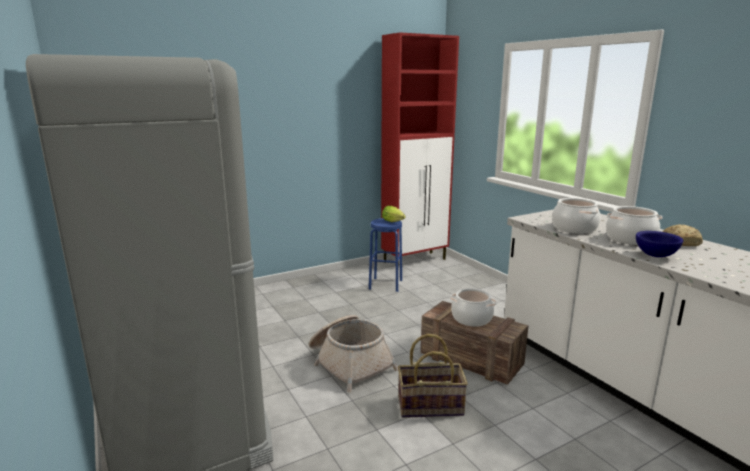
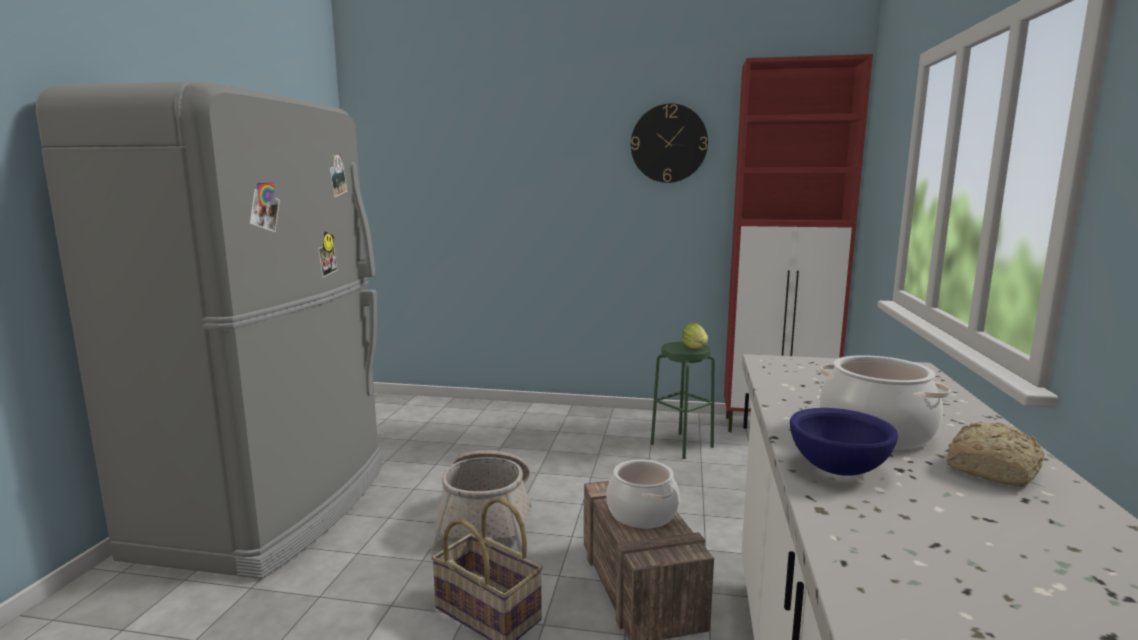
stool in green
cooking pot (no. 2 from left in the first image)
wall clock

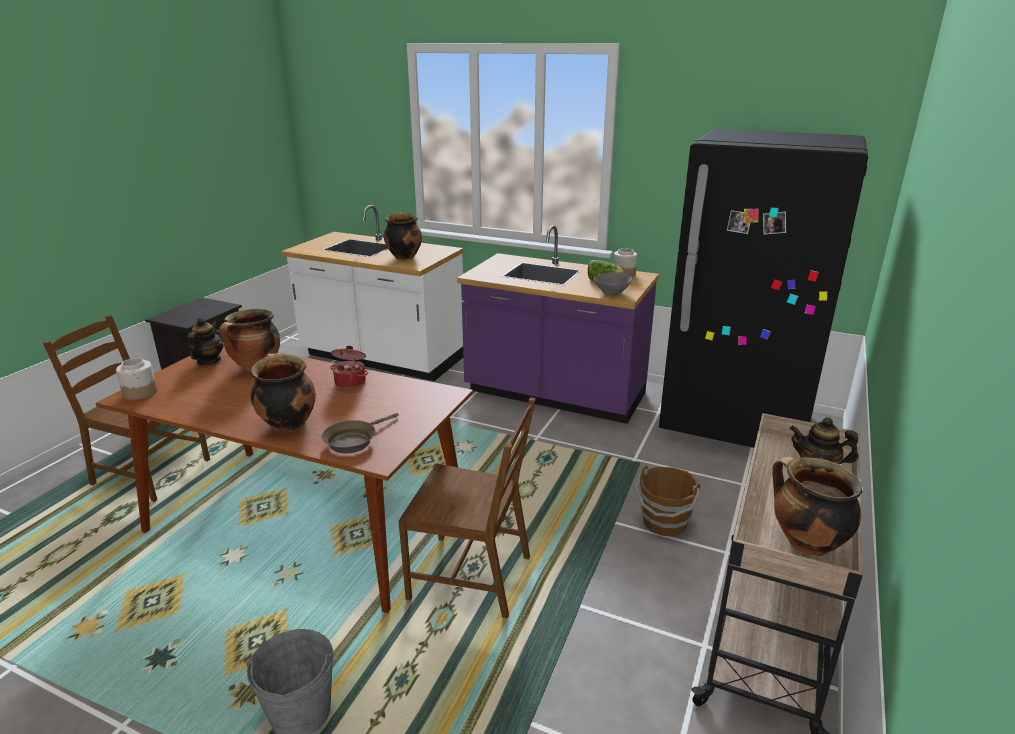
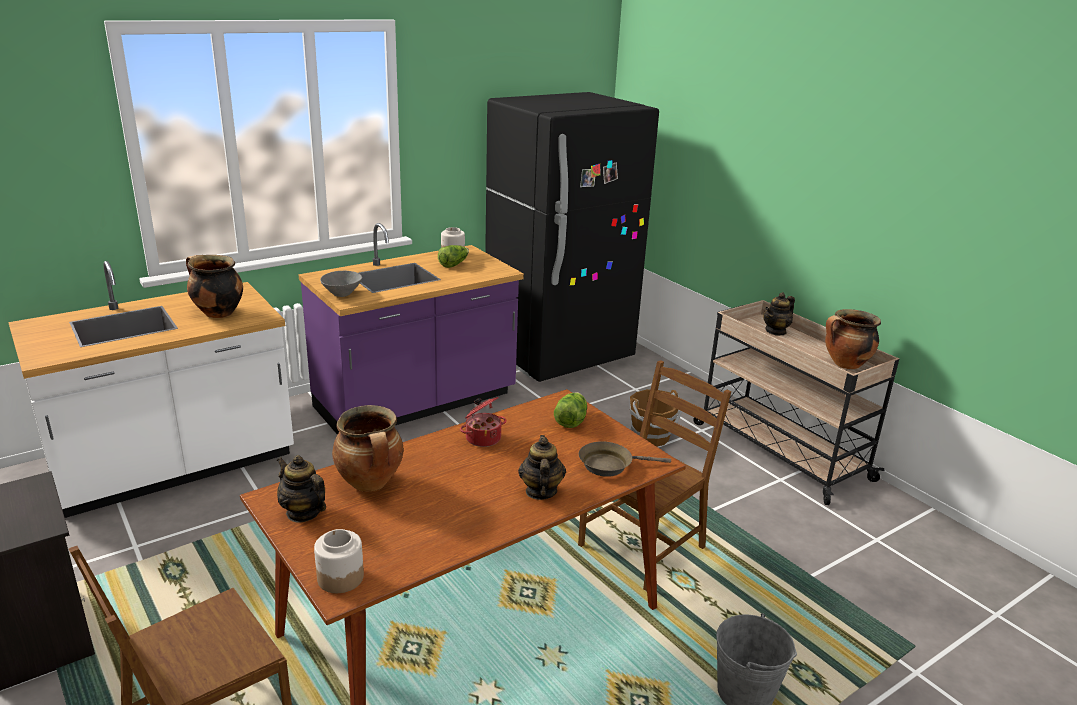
teapot (no. 2 from left)
frying pan in brown
bowl in grey
lettuce (no. 2 from left)

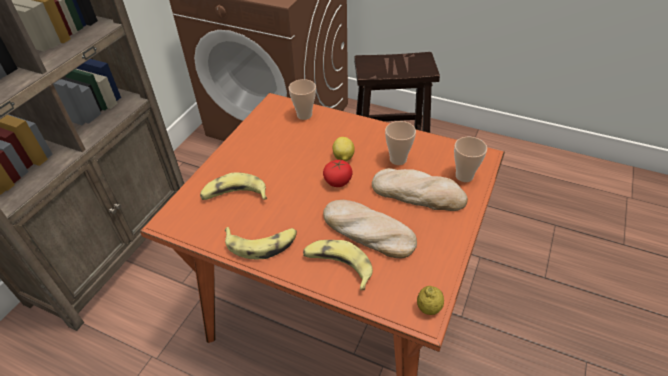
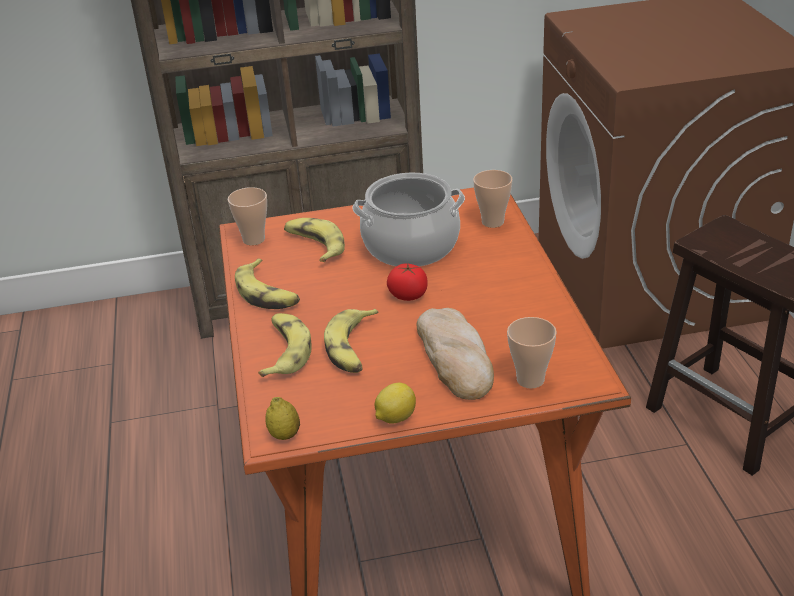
banana (no. 4 from left)
lemon (no. 2 from left)
cup (no. 1 from left)
cooking pot

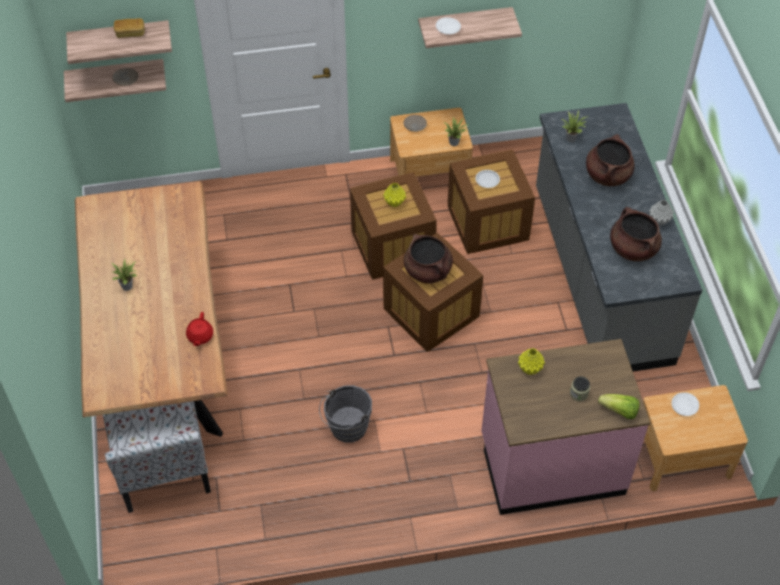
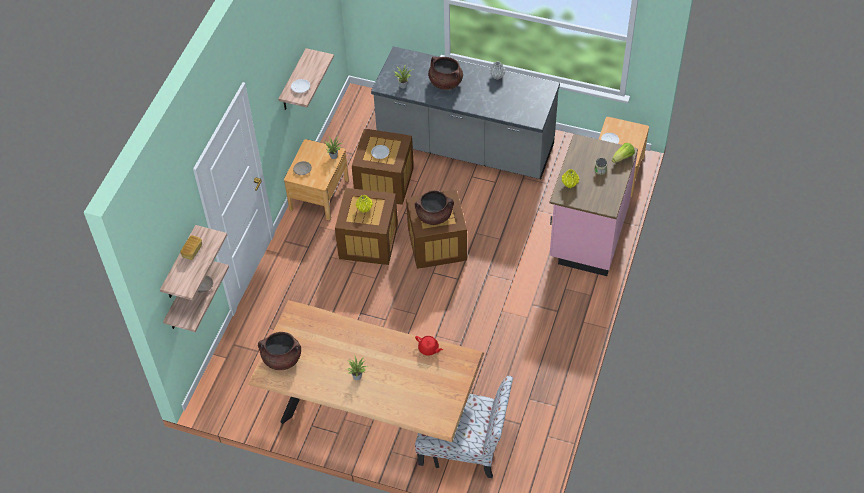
bucket in grey
cooking pot in brown (no. 1 from left)

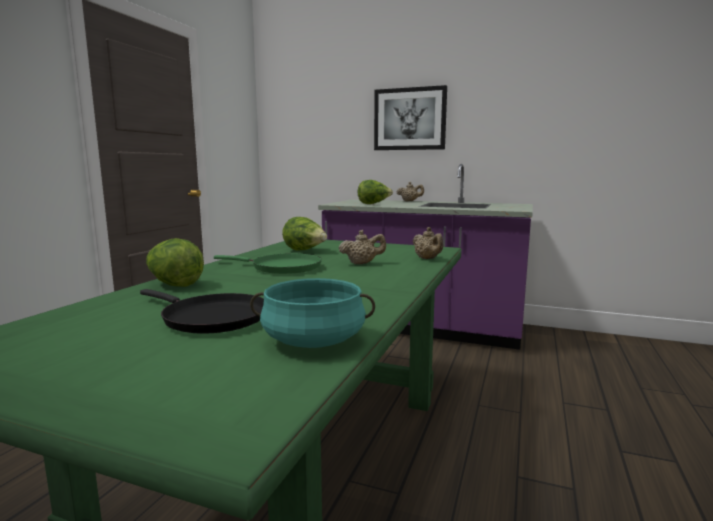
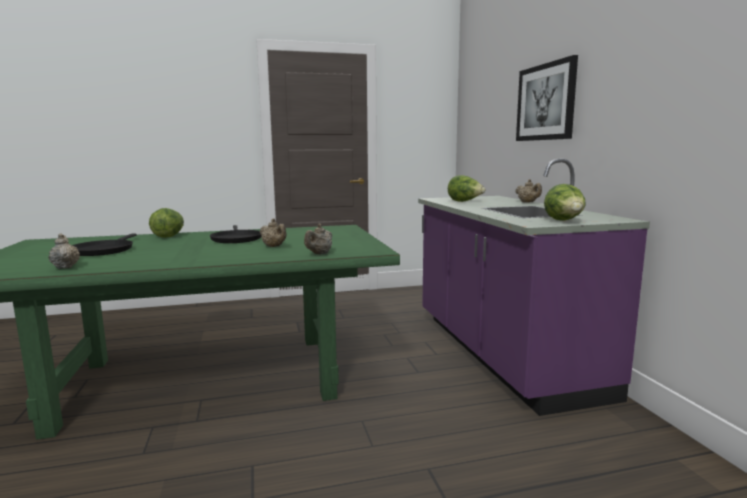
frying pan in black (no. 2 from left)
teapot in beige (no. 1 from left)
lettuce (no. 3 from left)

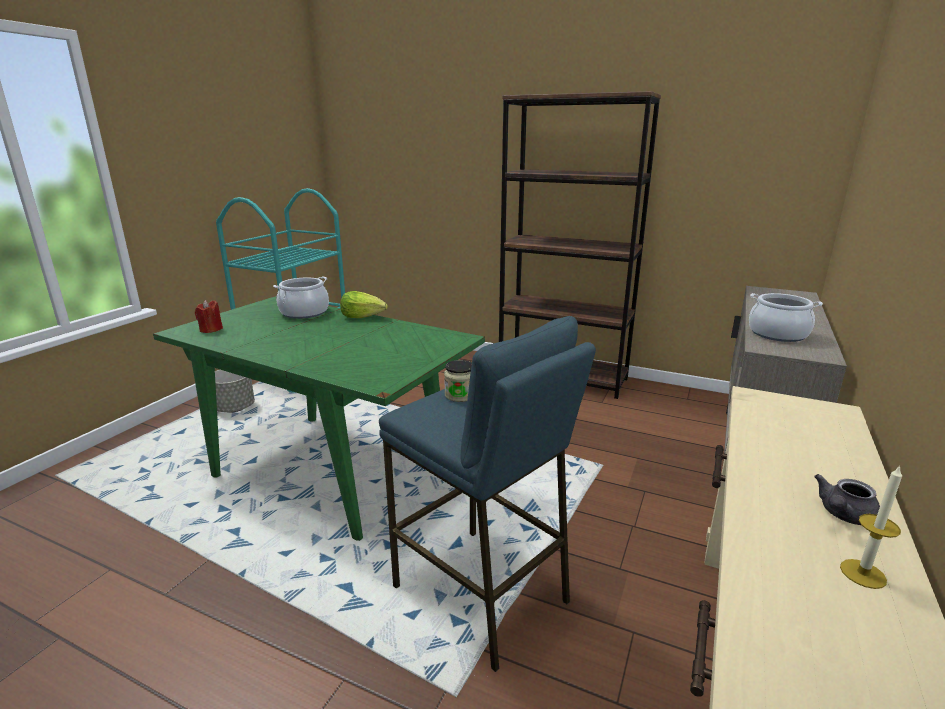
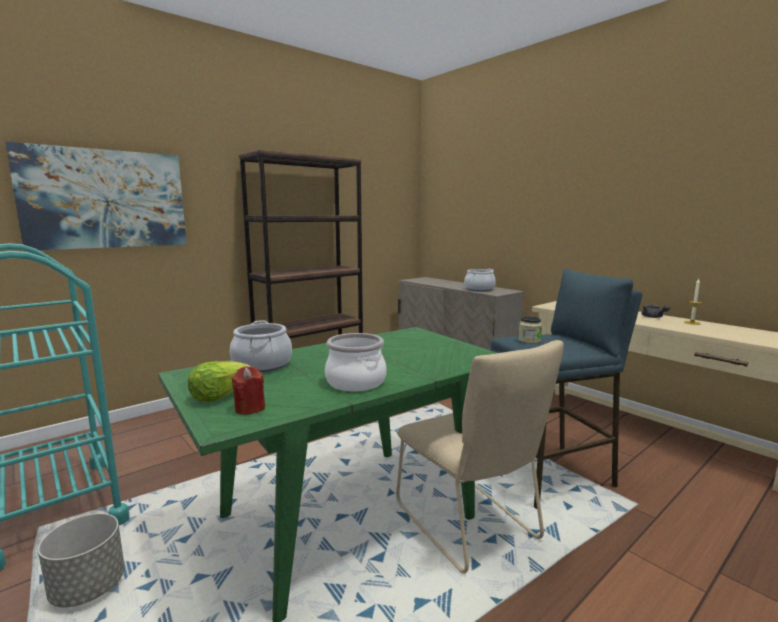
lettuce
picture
cooking pot (no. 2 from left)
chair in beige

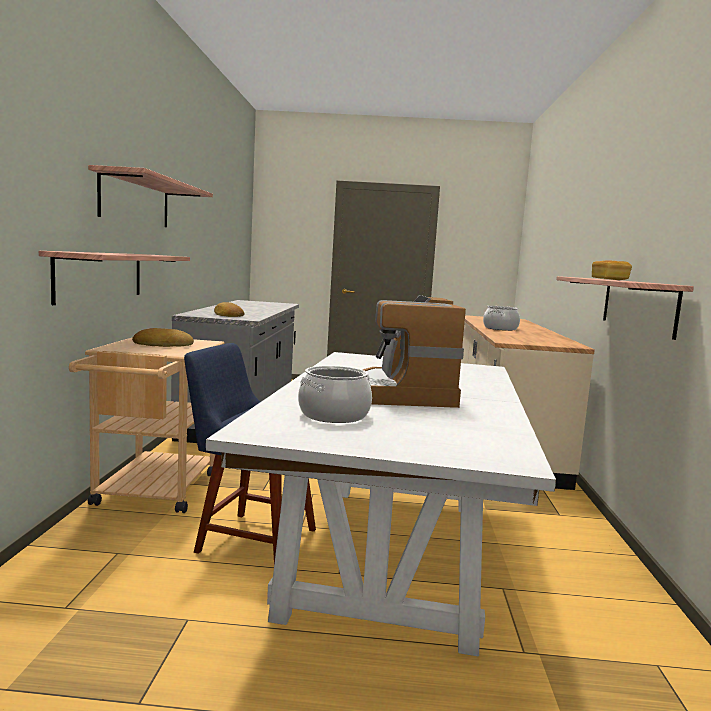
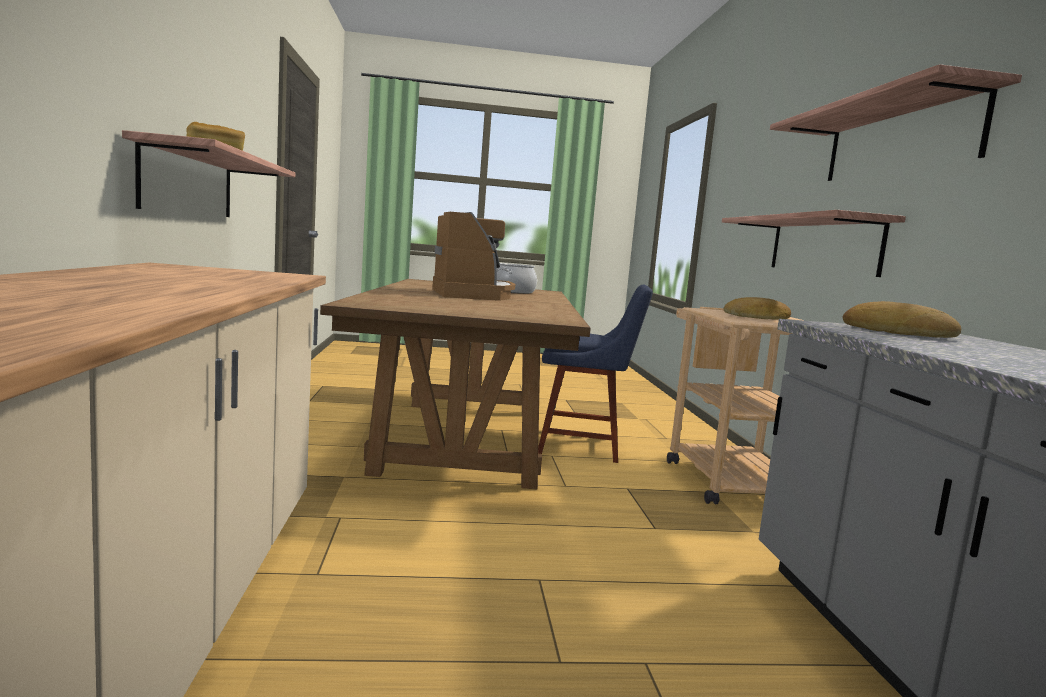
dining table in brown
cooking pot (no. 2 from left in the first image)

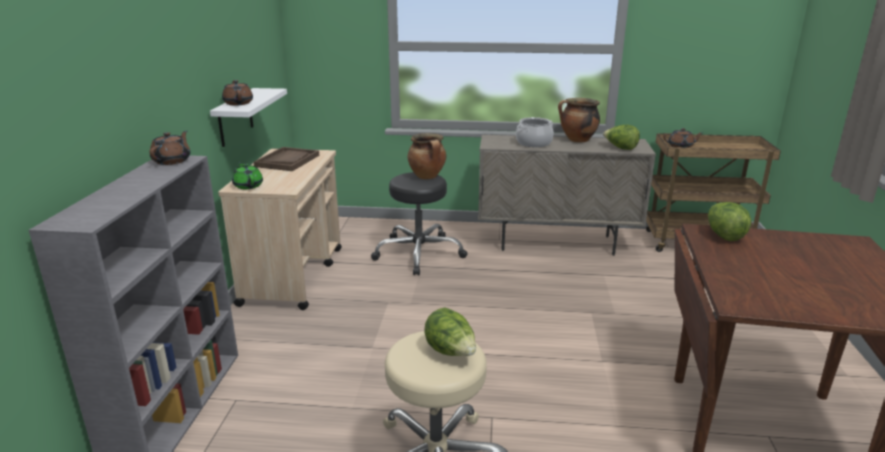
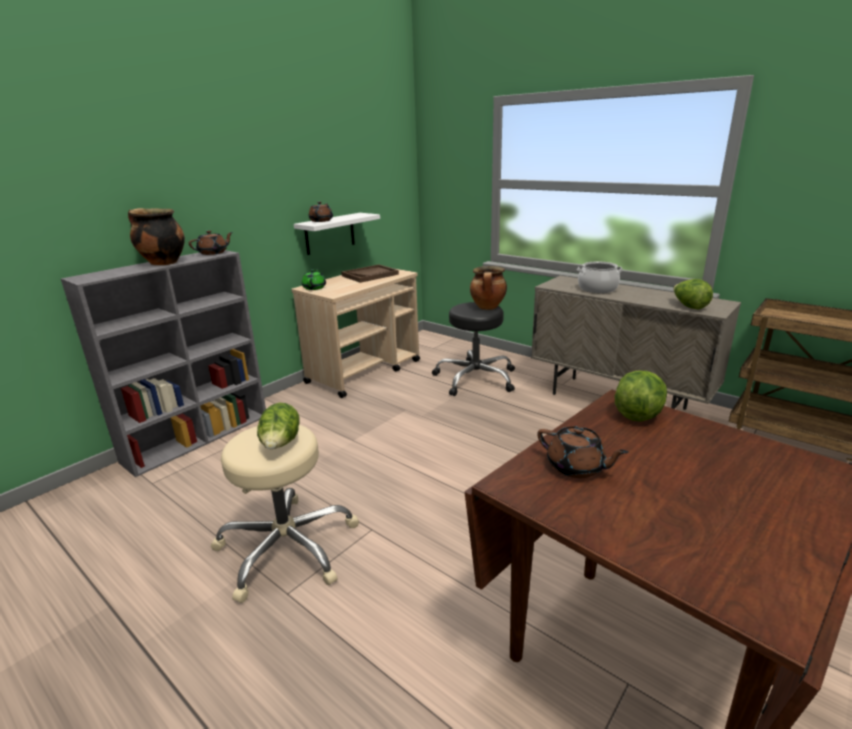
cooking pot (no. 1 from left)
teapot in brown (no. 3 from left)

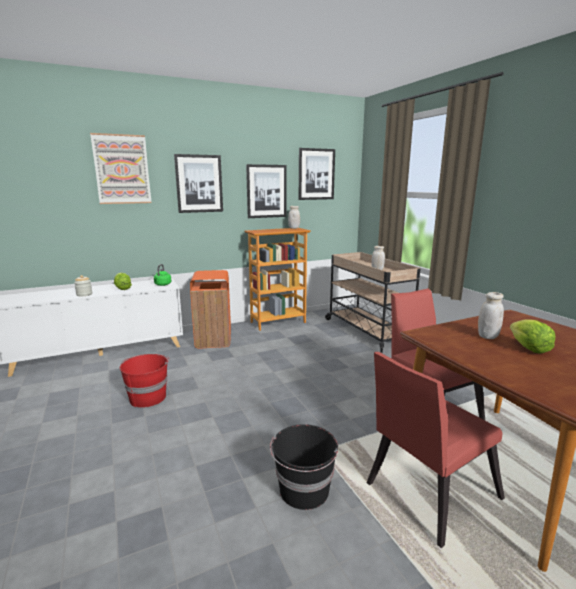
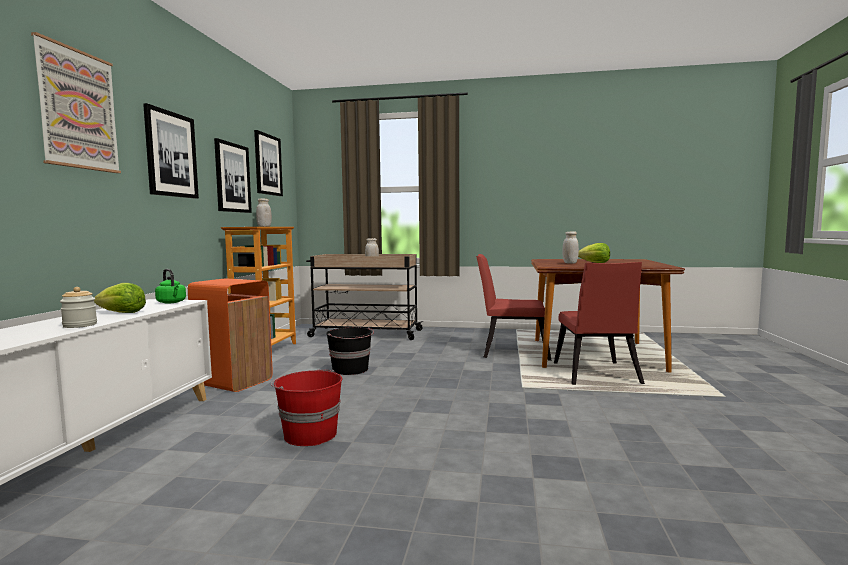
bucket in black

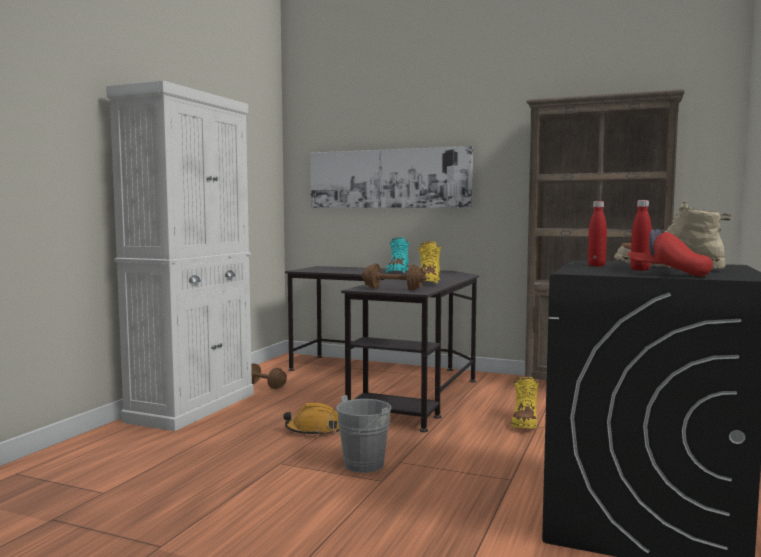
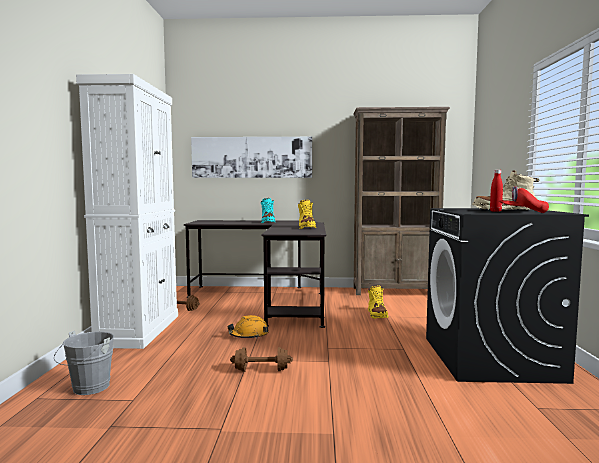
bucket in grey
dumbbell in brown (no. 2 from left)
bottle in red (no. 1 from left in the first image)

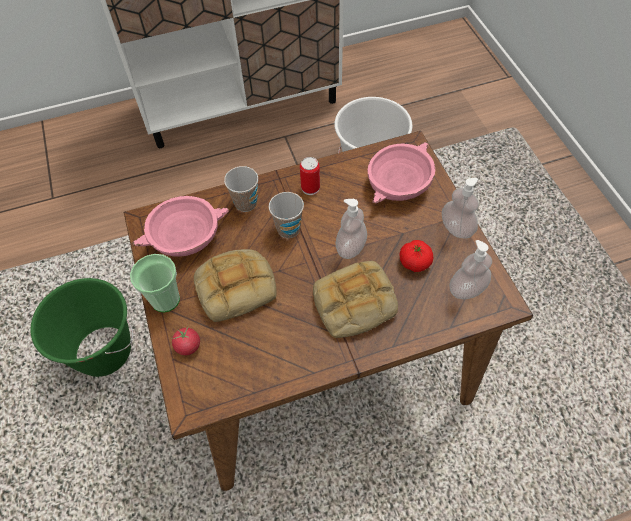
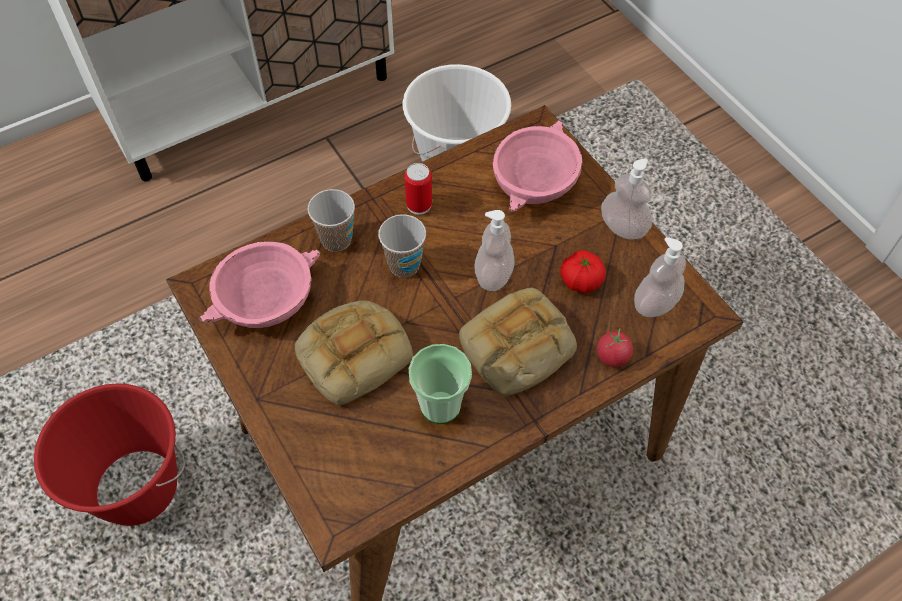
bucket in red
cup (no. 3 from left)
tomato (no. 2 from left)

